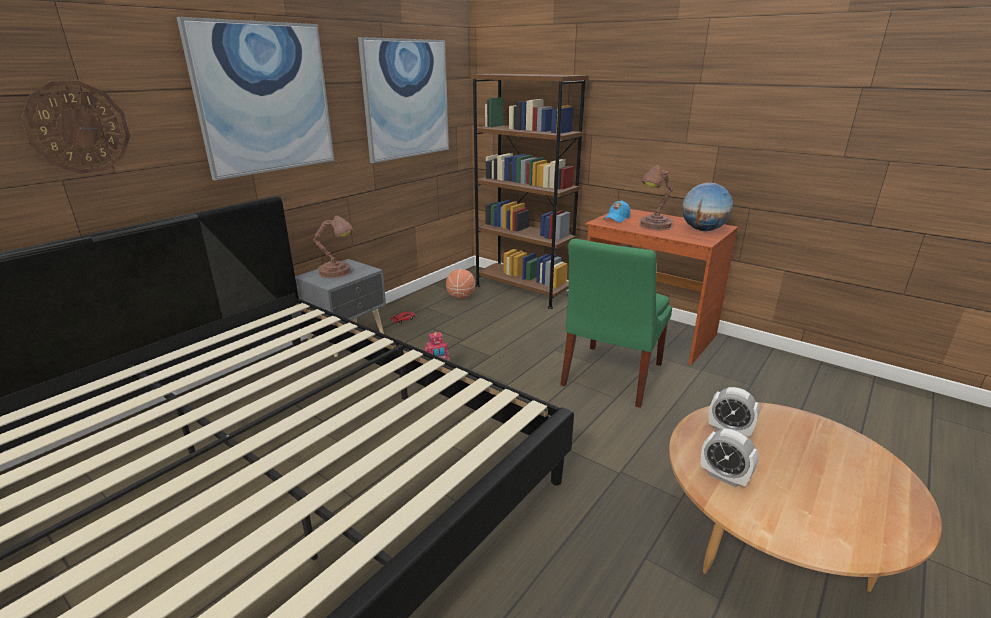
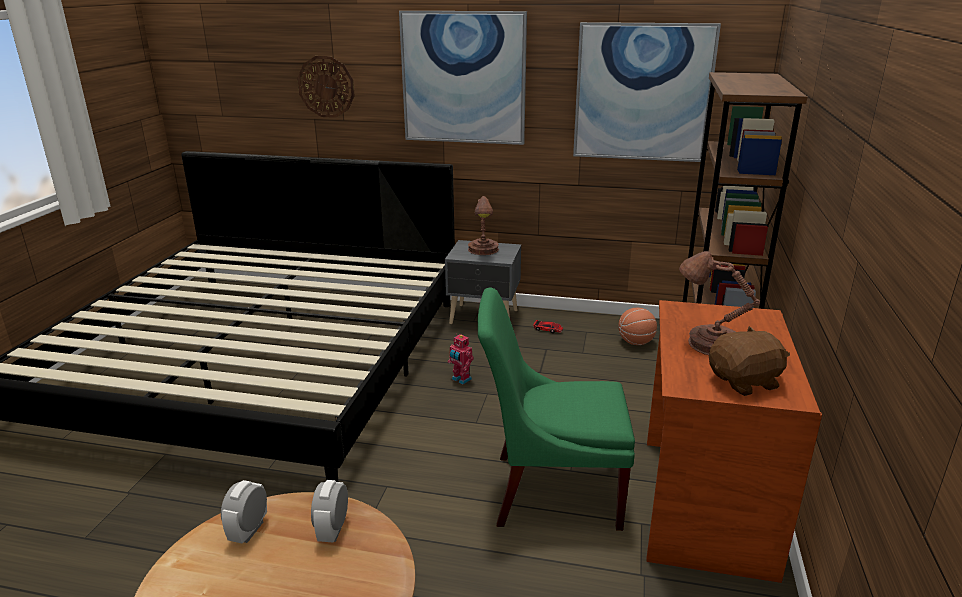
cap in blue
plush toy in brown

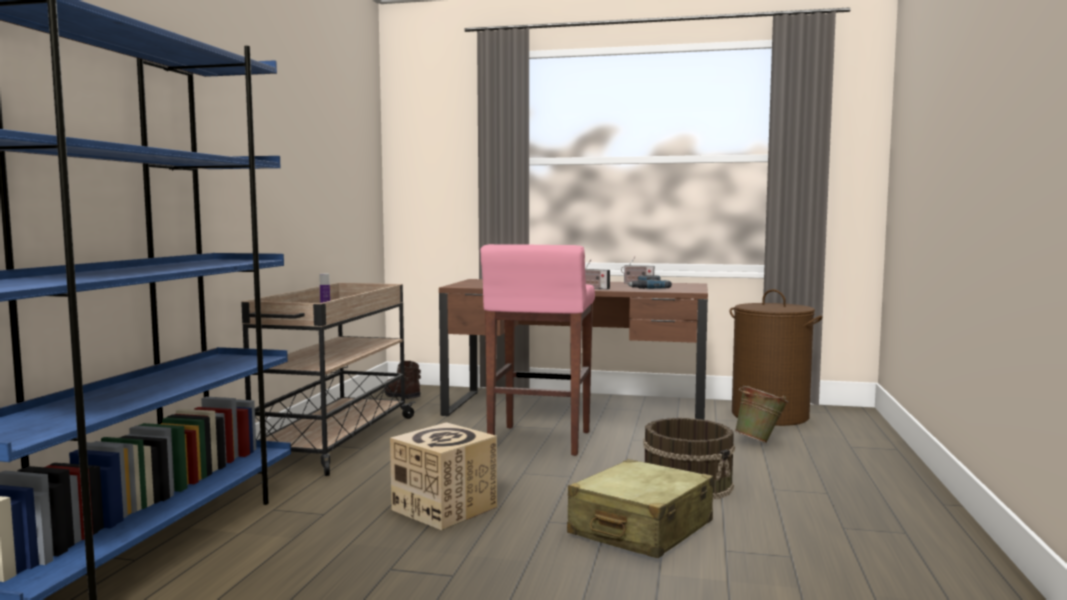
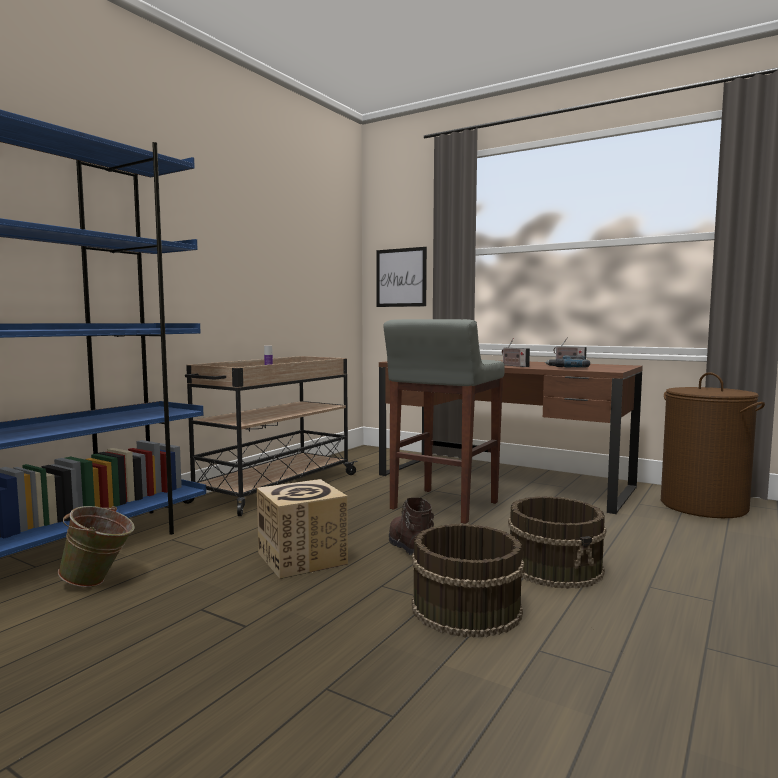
boot in brown
stool in grey
bucket in brown (no. 1 from left)
bucket in green
picture

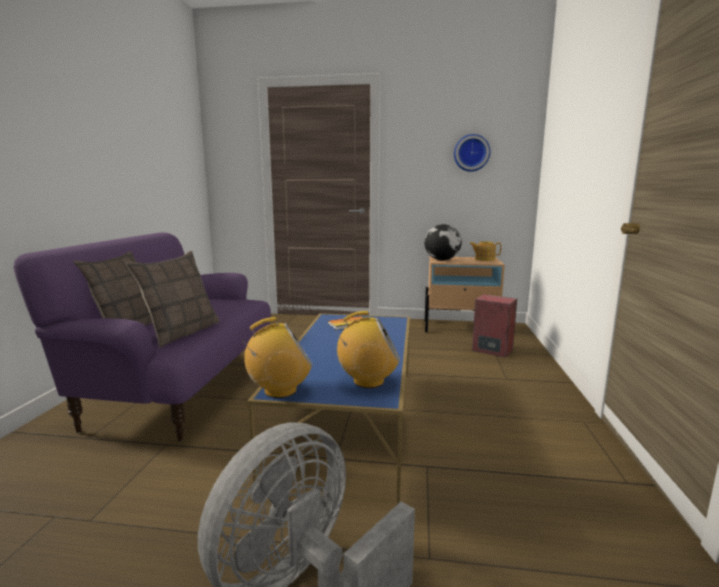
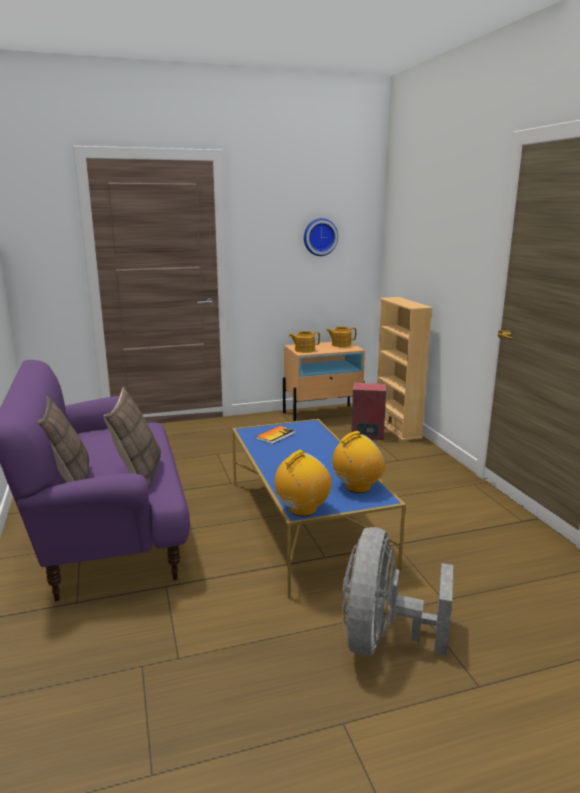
teapot (no. 1 from left)
bookcase in beige

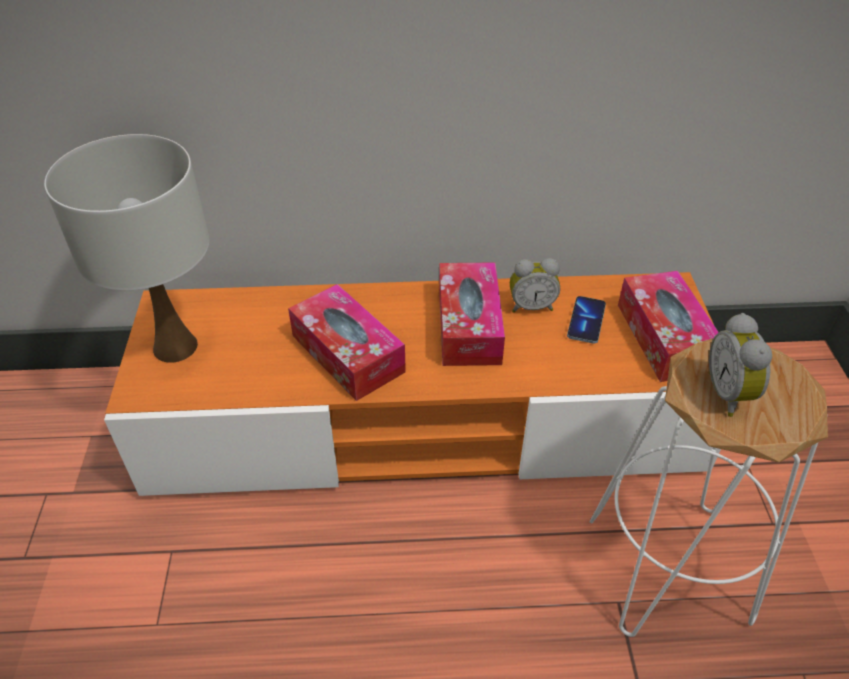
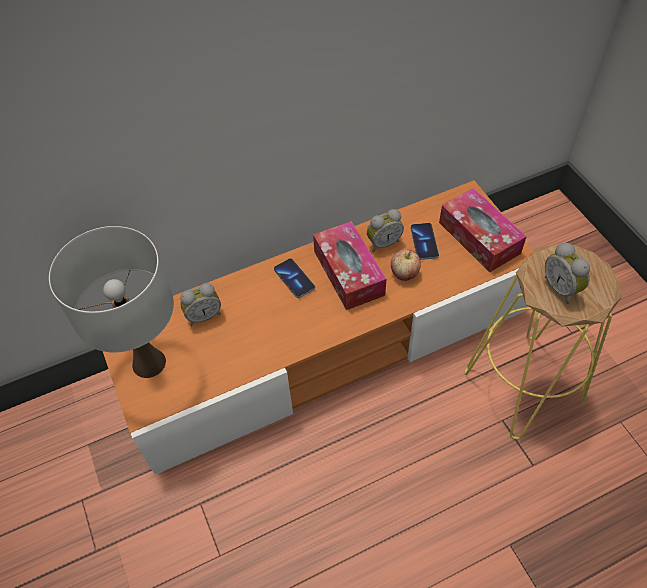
tissue box (no. 1 from left in the first image)
stool in yellow
alarm clock (no. 1 from left)
phone (no. 1 from left)
apple

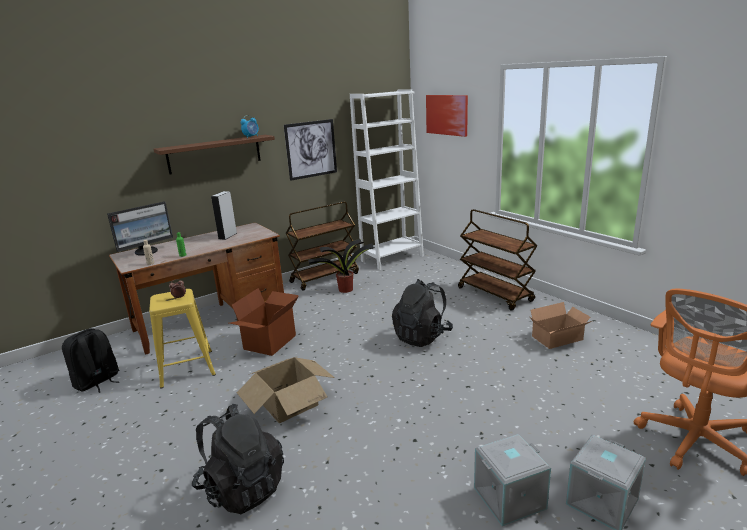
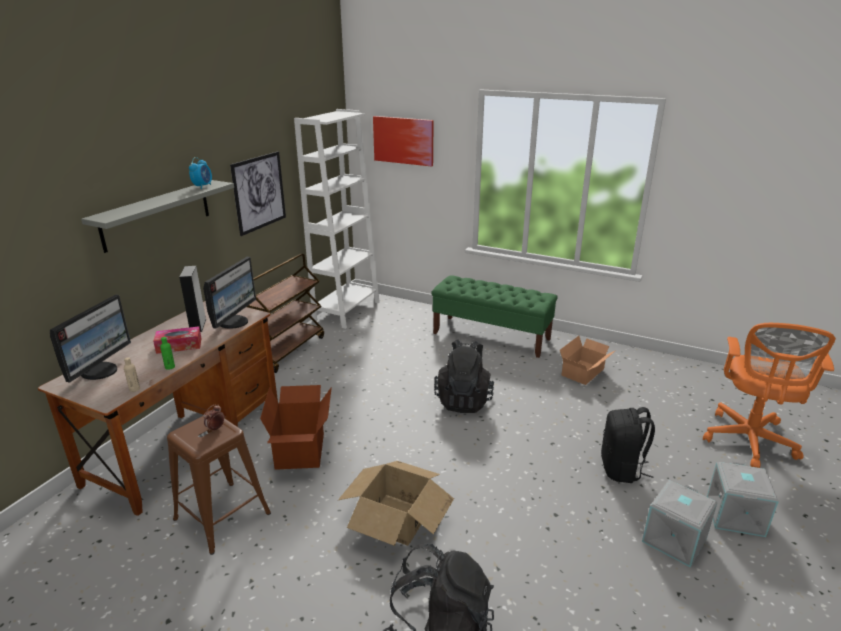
backpack in black (no. 3 from left)
stool in brown
shelf in grey
potted plant
bench in green
tissue box
monitor (no. 2 from left)

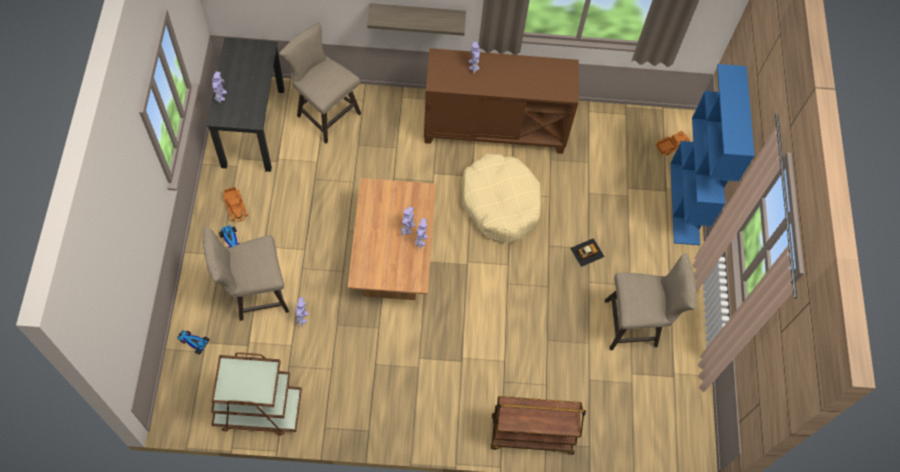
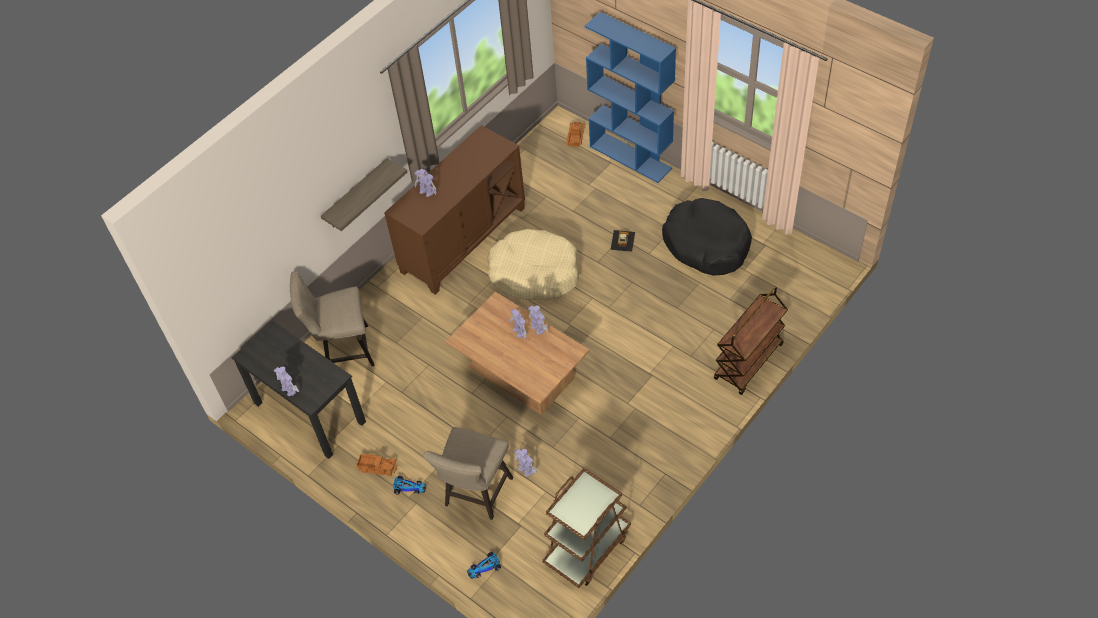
dog bed in black

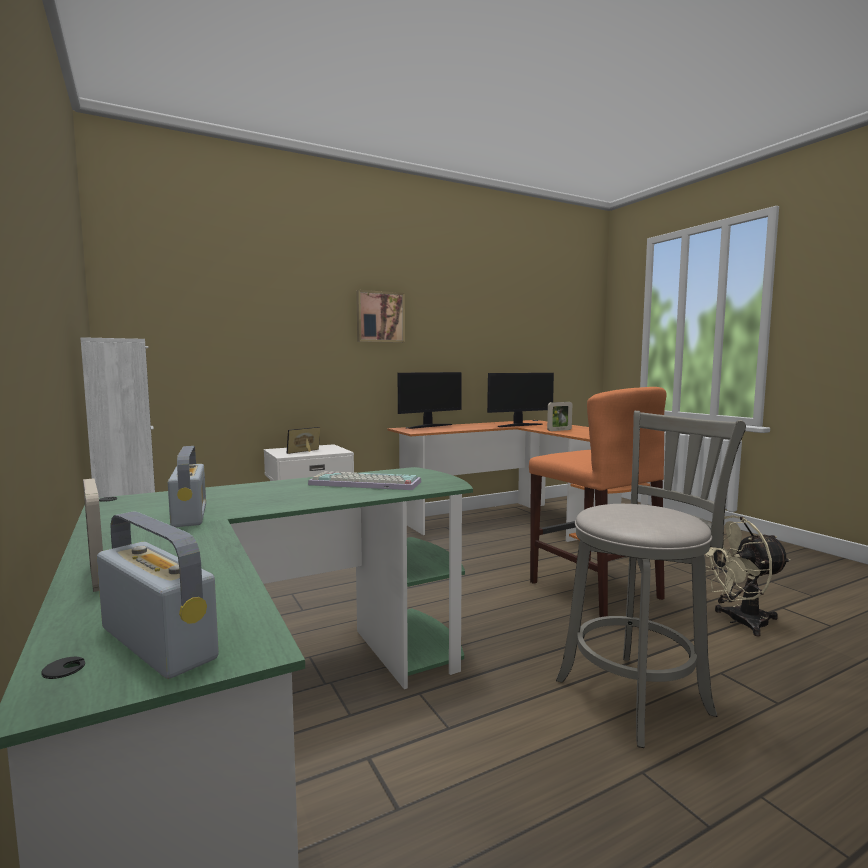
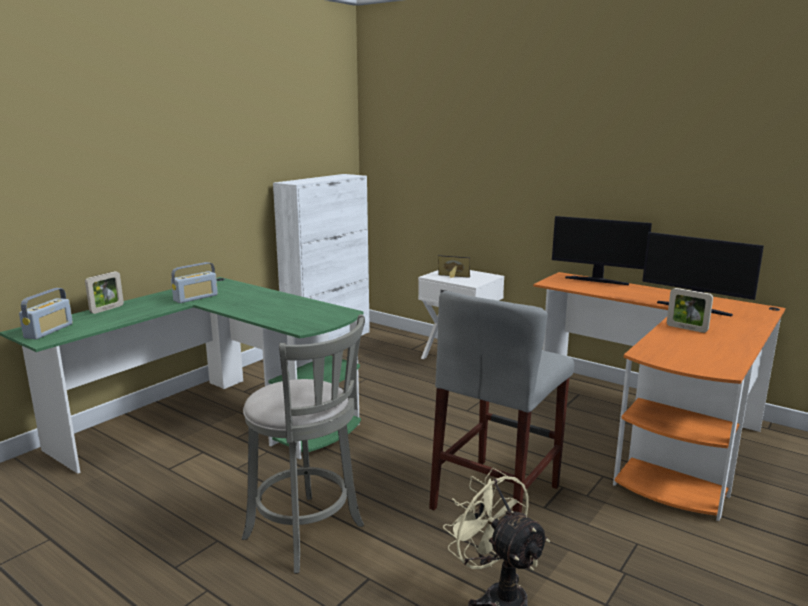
keyboard
picture
stool in grey (no. 2 from left)

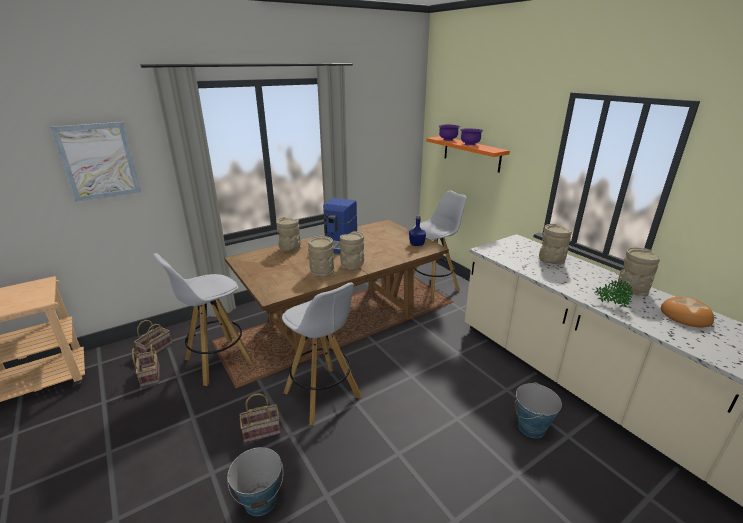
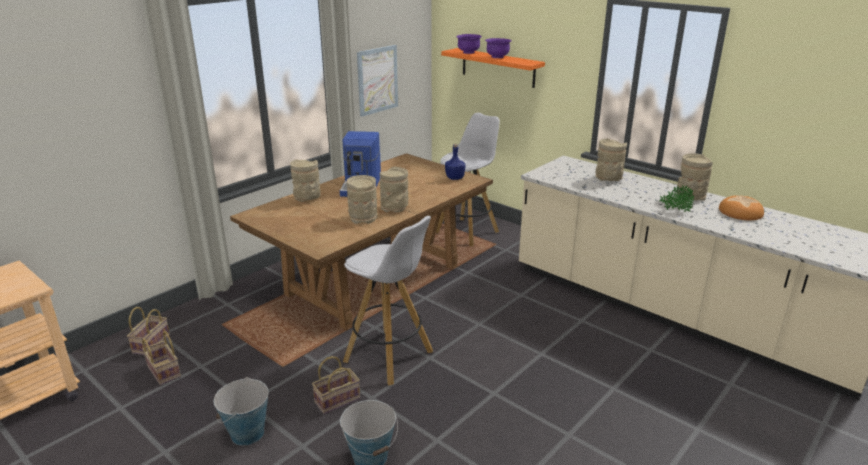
picture
stool in white (no. 1 from left in the first image)
bucket (no. 1 from left)

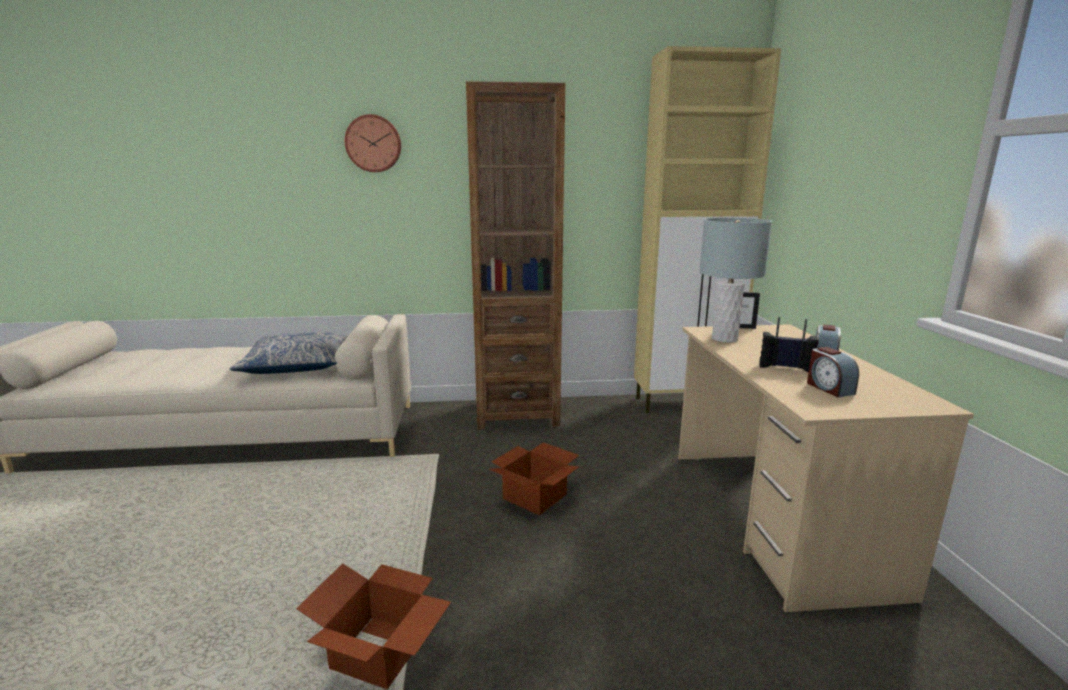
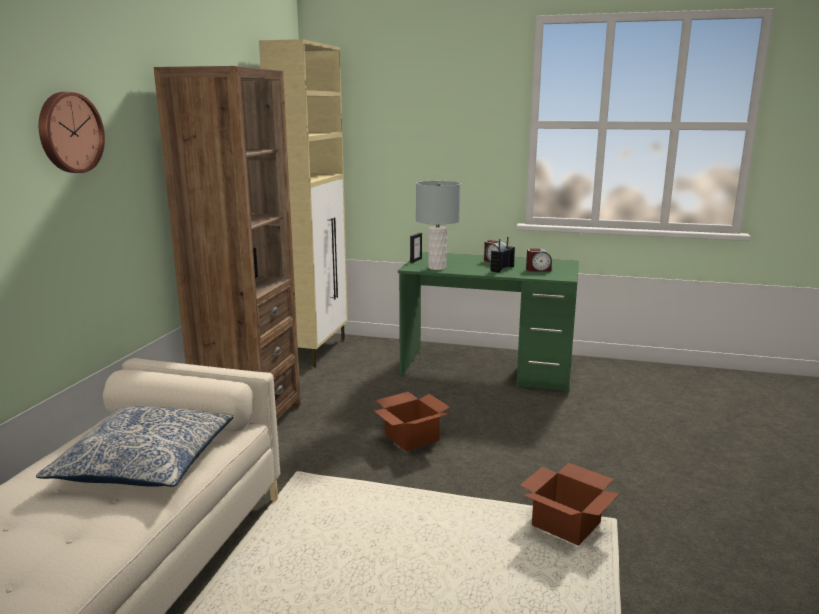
desk in green

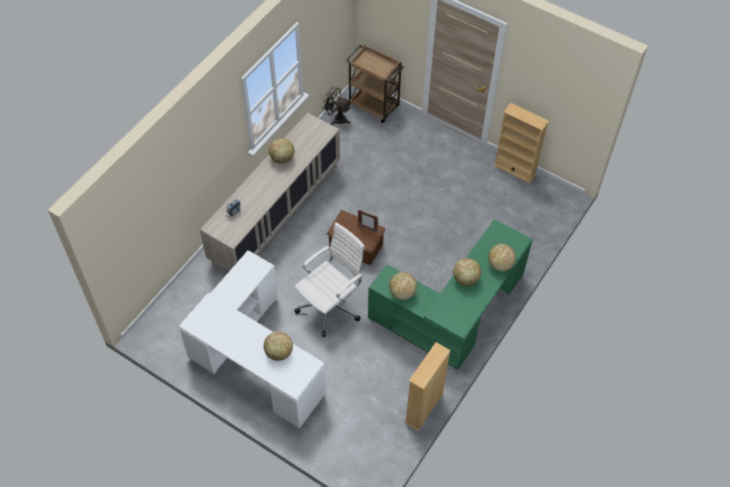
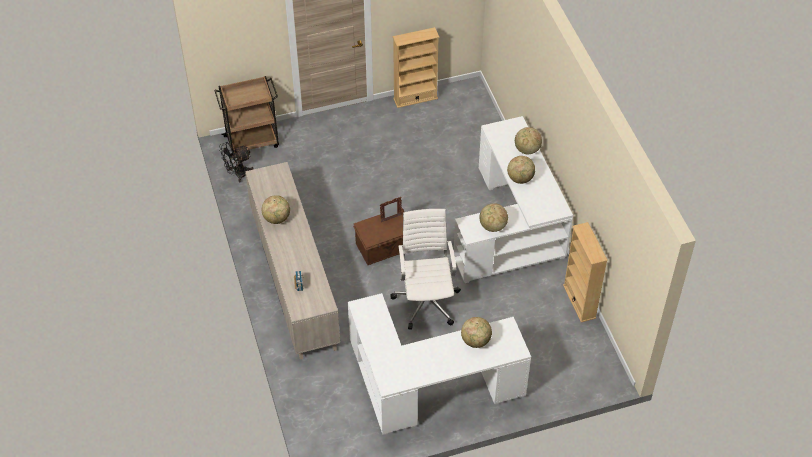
desk in white (no. 2 from left)

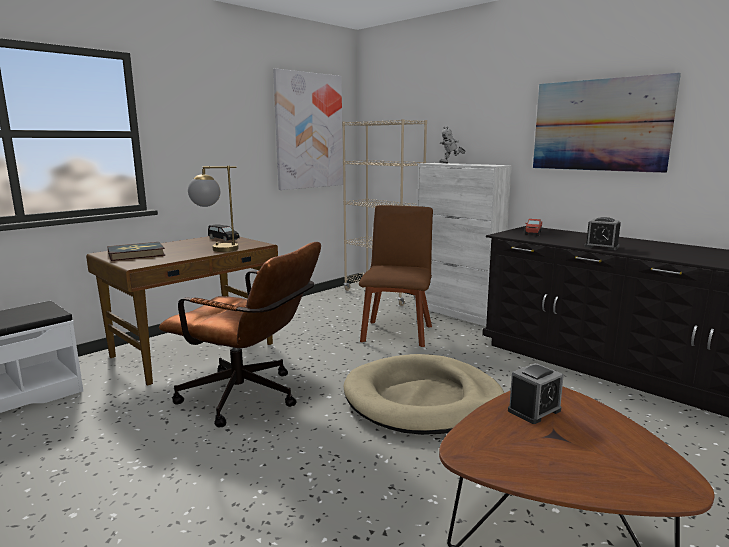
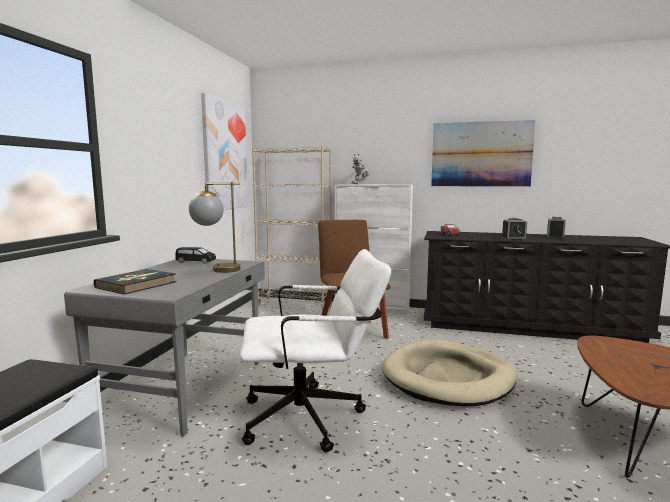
desk in grey
office chair in white
alarm clock (no. 2 from left)

